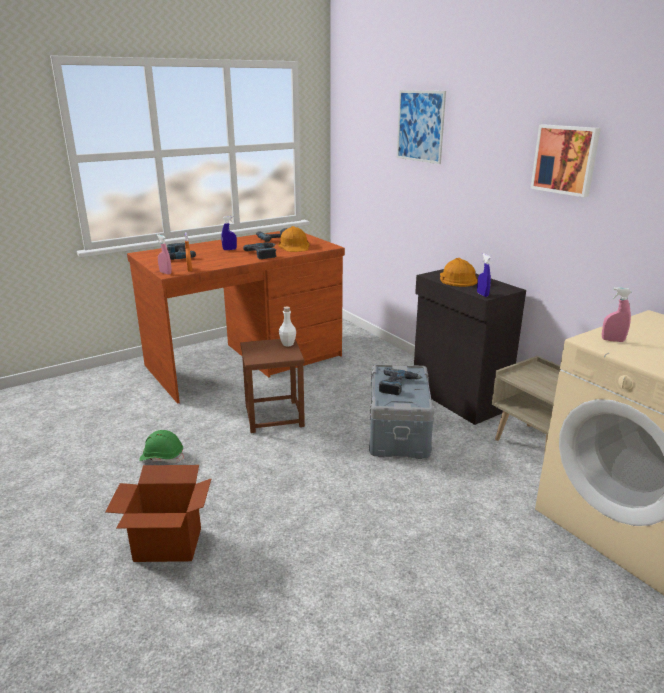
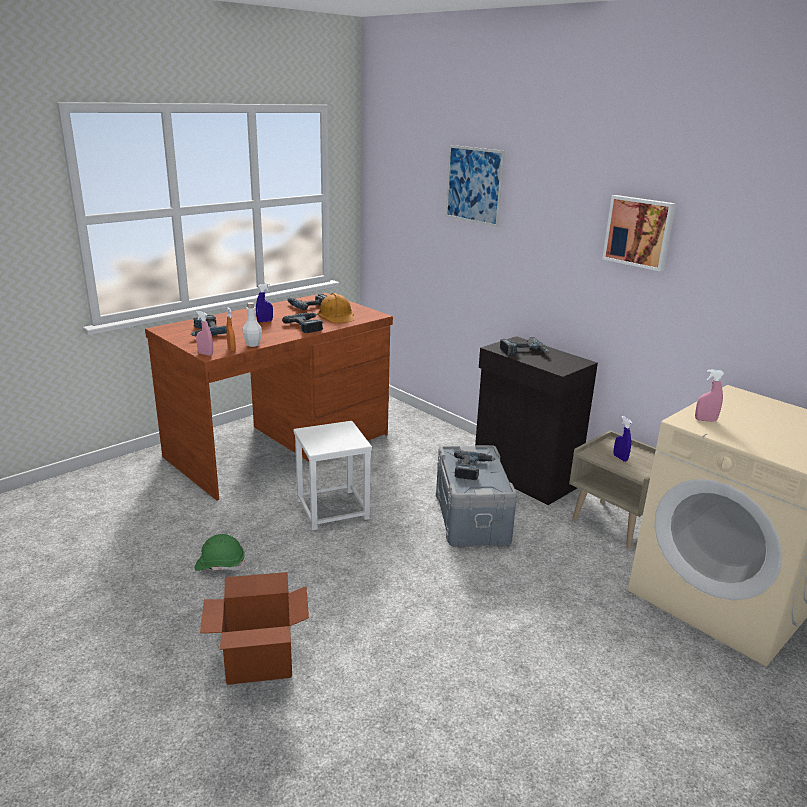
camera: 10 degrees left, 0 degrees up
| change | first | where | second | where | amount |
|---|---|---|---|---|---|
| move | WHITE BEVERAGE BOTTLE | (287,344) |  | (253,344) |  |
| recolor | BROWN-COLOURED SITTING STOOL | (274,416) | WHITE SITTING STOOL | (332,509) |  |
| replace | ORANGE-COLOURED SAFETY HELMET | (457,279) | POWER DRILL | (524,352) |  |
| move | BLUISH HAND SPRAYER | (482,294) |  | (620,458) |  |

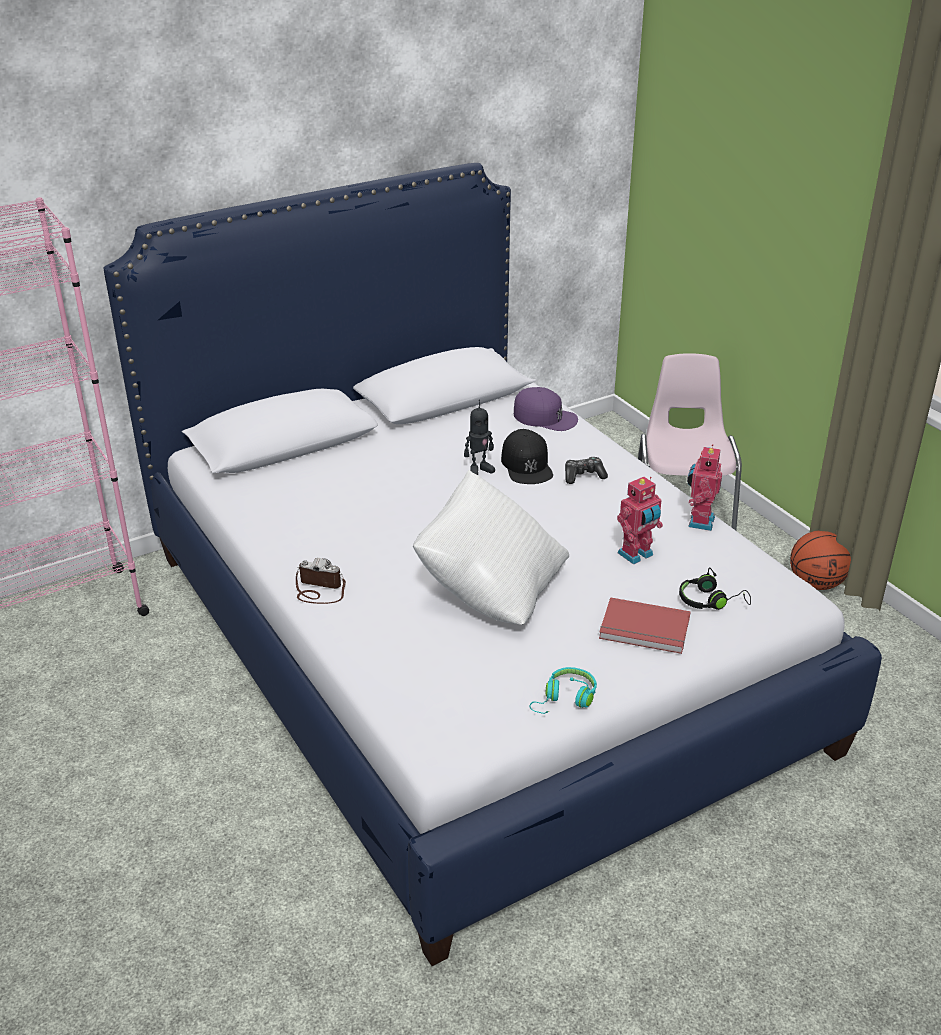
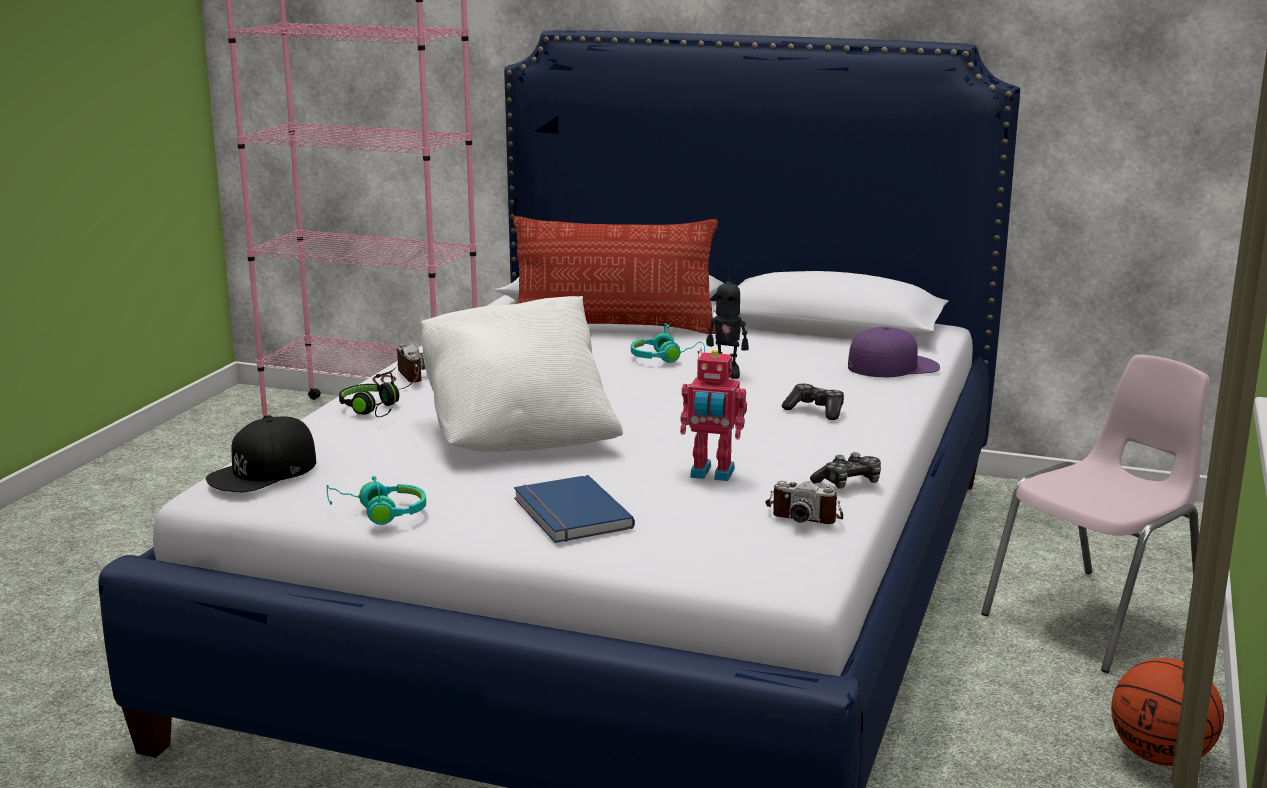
camera: 50 degrees right, 15 degrees down
| change | first | where | second | where | amount |
|---|---|---|---|---|---|
| move | BLACKISH CAP | (527,465) |  | (263,471) |  |
| move | BLACKISH HEADPHONES | (710,601) |  | (372,410) |  |
| insert |  |  | THROW PILLOW | (614,328) |  |
| recolor | RED-COLOURED BOUND BOOK | (644,630) | BLUISH BOUND BOOK | (569,514) |  |
| insert |  |  | TURQUOISE HEADPHONES | (665,358) |  |
| insert |  |  | PHOTO CAMERA | (805,515) |  |
| replace | MODEL ROBOT | (699,521) | GAME CONTROLLER | (849,483) |  |
| rotate | PURPLE-COLOURED CAP | (545,417) |  | (893,366) | 90 degrees counterclockwise |

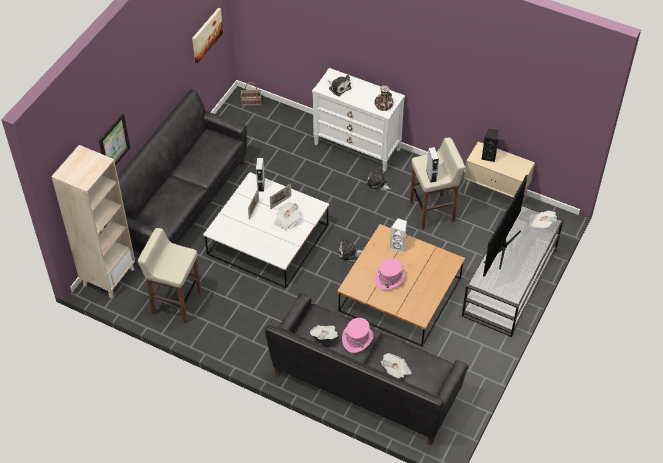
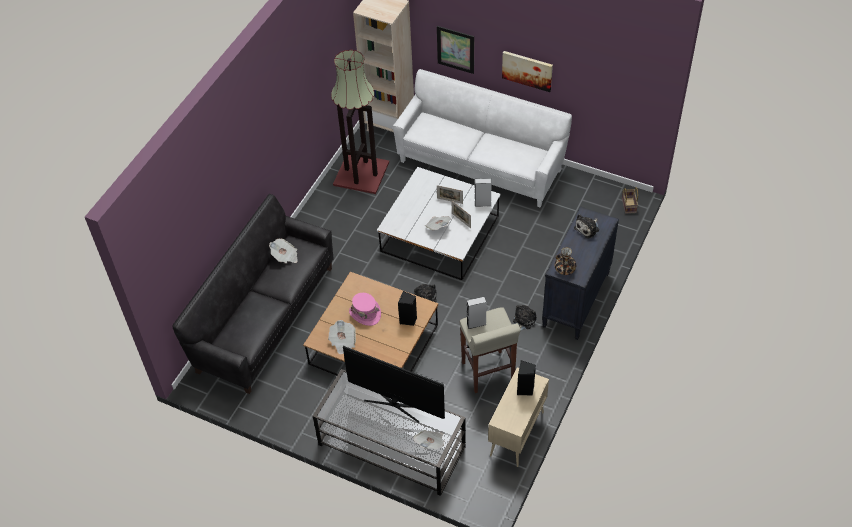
camera: 90 degrees right, 0 degrees up
| change | first | where | second | where | amount |
|---|---|---|---|---|---|
| move | NEWSPAPER | (396,370) |  | (343,342) |  |
| replace | BEIGE-COLOURED SITTING STOOL | (175,302) | FLOOR LAMP | (362,173) |  |
| recolor | BLACKISH SOFA | (182,204) | WHITE SOFA | (480,165) |  |
| recolor | WHITE SPEAKER | (398,246) | BLACKISH SPEAKER | (408,320) |  |
| move | WALL PICTURE | (206,34) |  | (527,70) |  |
| recolor | WHITE CHEST OF DRAWERS | (357,147) | BLACKISH CHEST OF DRAWERS | (576,300) |  |
| delete | PINKISH CLOTHING HAT | (357,339) |  |  |  |

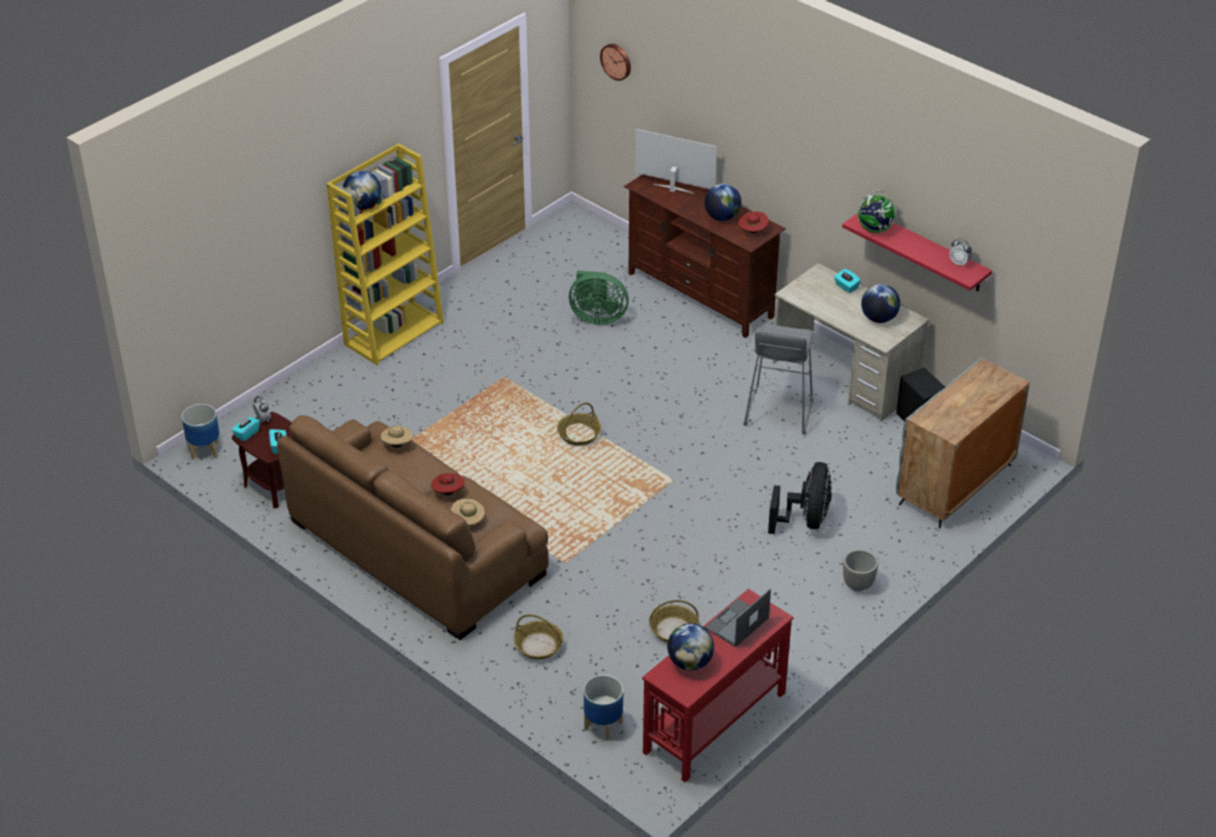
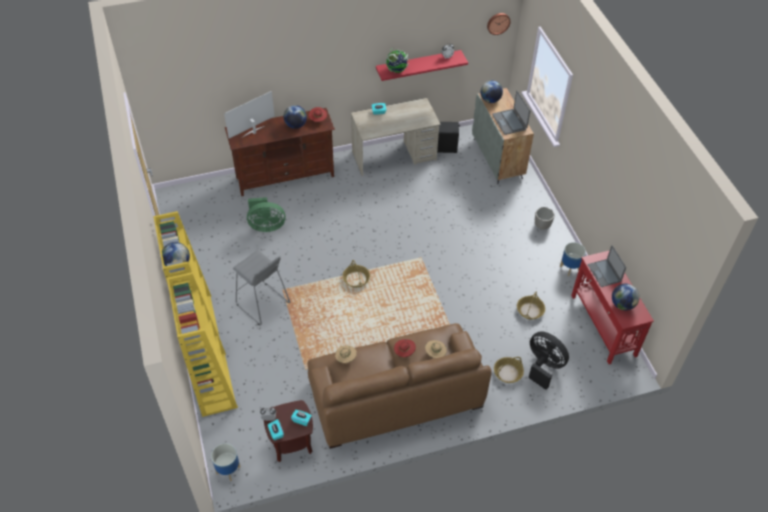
camera: 60 degrees left, 10 degrees up
| change | first | where | second | where | amount |
|---|---|---|---|---|---|
| insert |  |  | YELLOW-COLOURED BOOKCASE | (213,383) |  |
| move | GREYISH SITTING STOOL | (778,412) |  | (262,304) |  |
| rotate | GREEN FAN | (597,317) |  | (266,226) | 45 degrees clockwise |
| move | DESK GLOBE | (879,318) |  | (490,100) |  |
| move | CLOCK ON THE WALL | (616,61) |  | (498,23) |  |
| insert |  |  | LAPTOP | (509,122) |  |
| move | BLACKISH FAN | (805,520) |  | (543,366) |  |
| move | FLOWER POT | (603,726) |  | (570,268) |  |

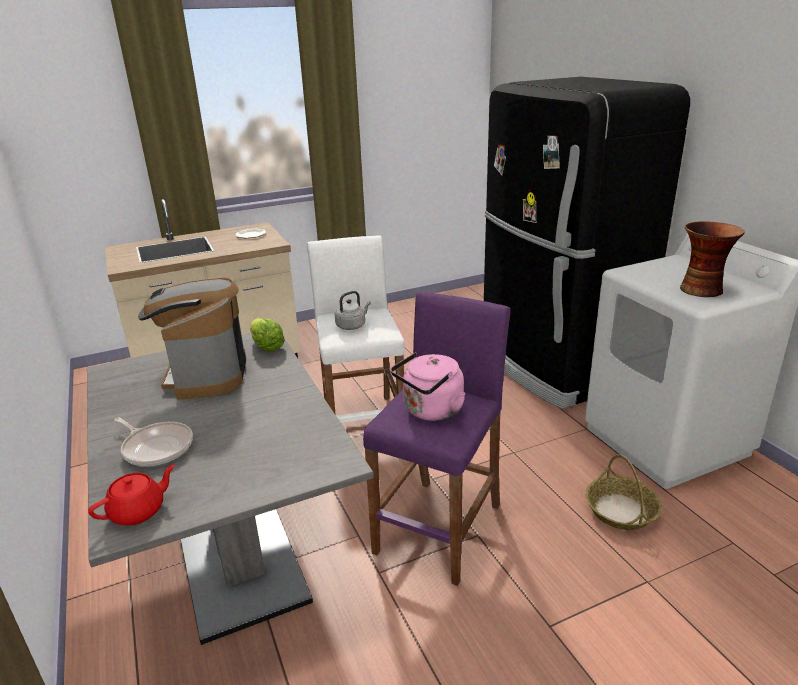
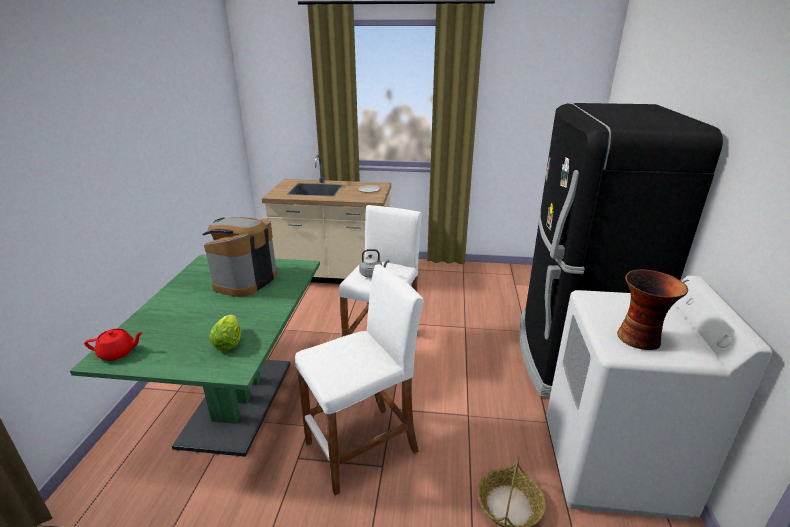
camera: 30 degrees right, 0 degrees up
| change | first | where | second | where | amount |
|---|---|---|---|---|---|
| recolor | GREYISH DINING TABLE | (237,552) | GREEN DINING TABLE | (238,402) |  |
| move | LETTUCE HEAD | (267,347) |  | (228,343) |  |
| recolor | PURPLE-COLOURED SITTING STOOL | (439,528) | WHITE SITTING STOOL | (362,447) |  |
| delete | SKILLET | (156,447) |  |  |  |
| delete | PINKISH KETTLE | (430,411) |  |  |  |

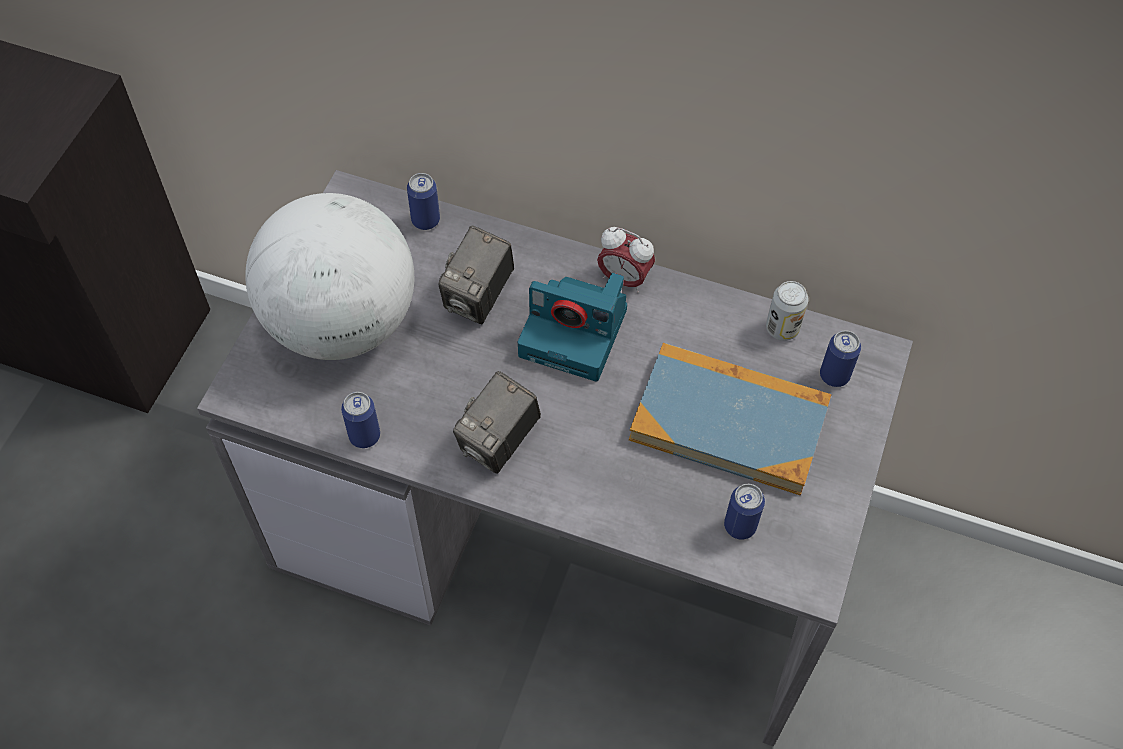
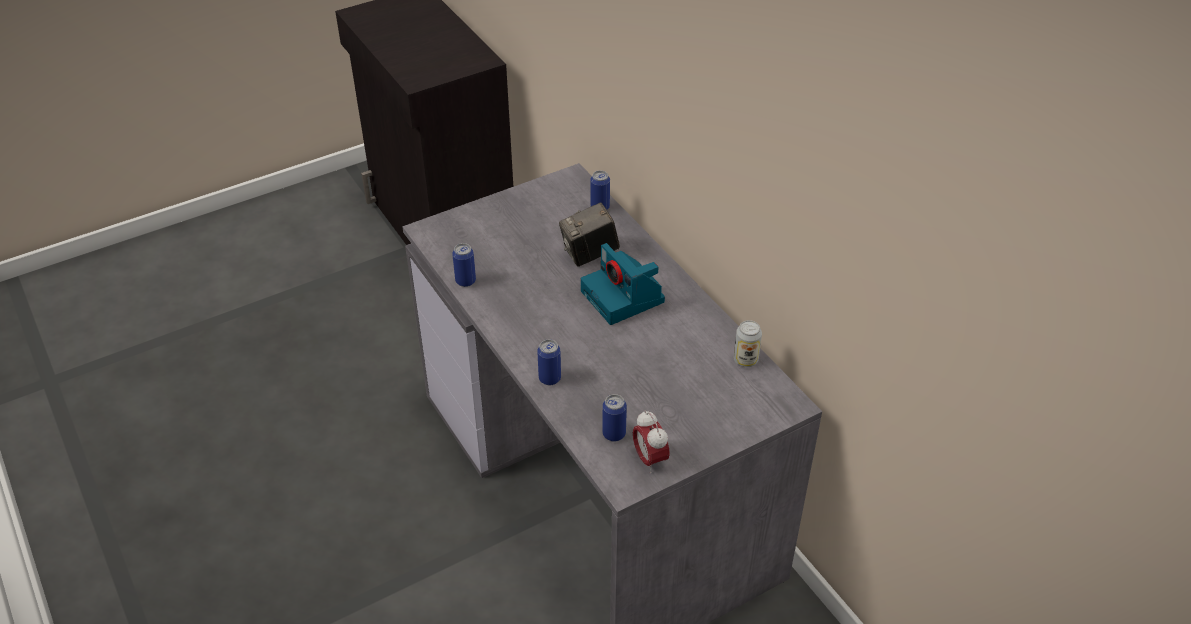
camera: 40 degrees right, 15 degrees down
| change | first | where | second | where | amount |
|---|---|---|---|---|---|
| move | METAL CAN | (834,375) |  | (549,378) |  |
| move | ALARM CLOCK | (624,279) |  | (650,459) |  |
| delete | DESK GLOBE | (341,323) |  |  |  |
| delete | PHOTO CAMERA | (499,442) |  |  |  |
| delete | BOUND BOOK | (729,421) |  |  |  |

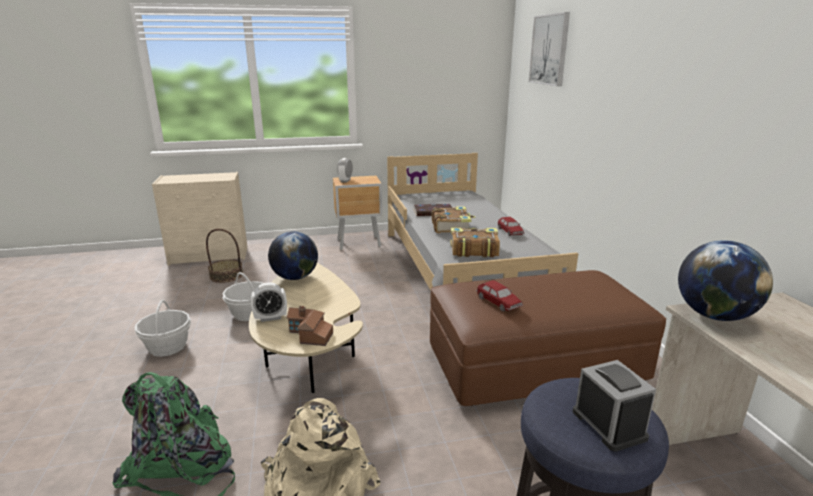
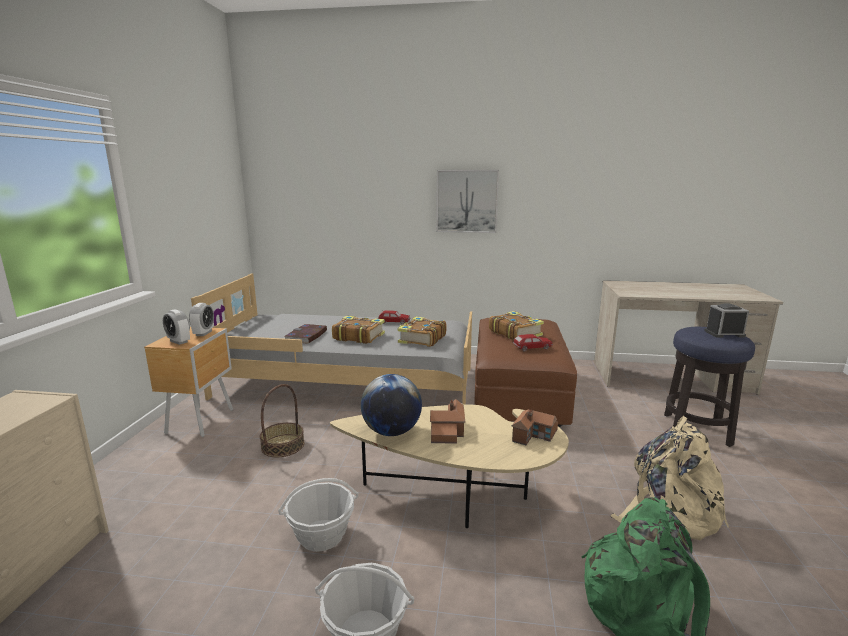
camera: 70 degrees left, 5 degrees down
| change | first | where | second | where | amount |
|---|---|---|---|---|---|
| move | ALARM CLOCK | (270,318) |  | (204,333) |  |
| move | STORAGE BASKET | (226,275) |  | (282,445) |  |
| insert |  |  | MODEL HOUSE | (447,431) |  |
| move | WALL PICTURE | (549,50) |  | (467,201) |  |
| insert |  |  | BOUND BOOK | (515,333) |  |
| delete | DESK GLOBE | (714,315) |  |  |  |

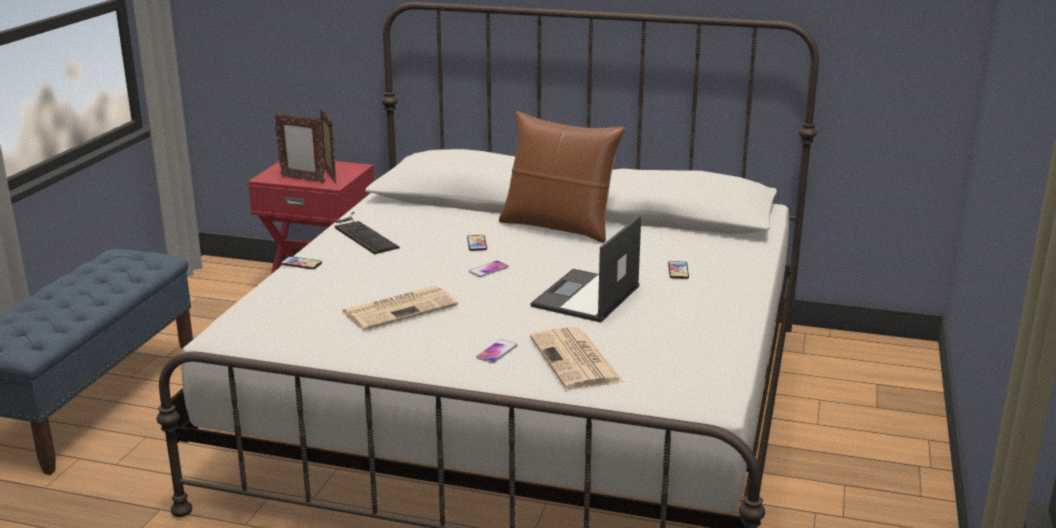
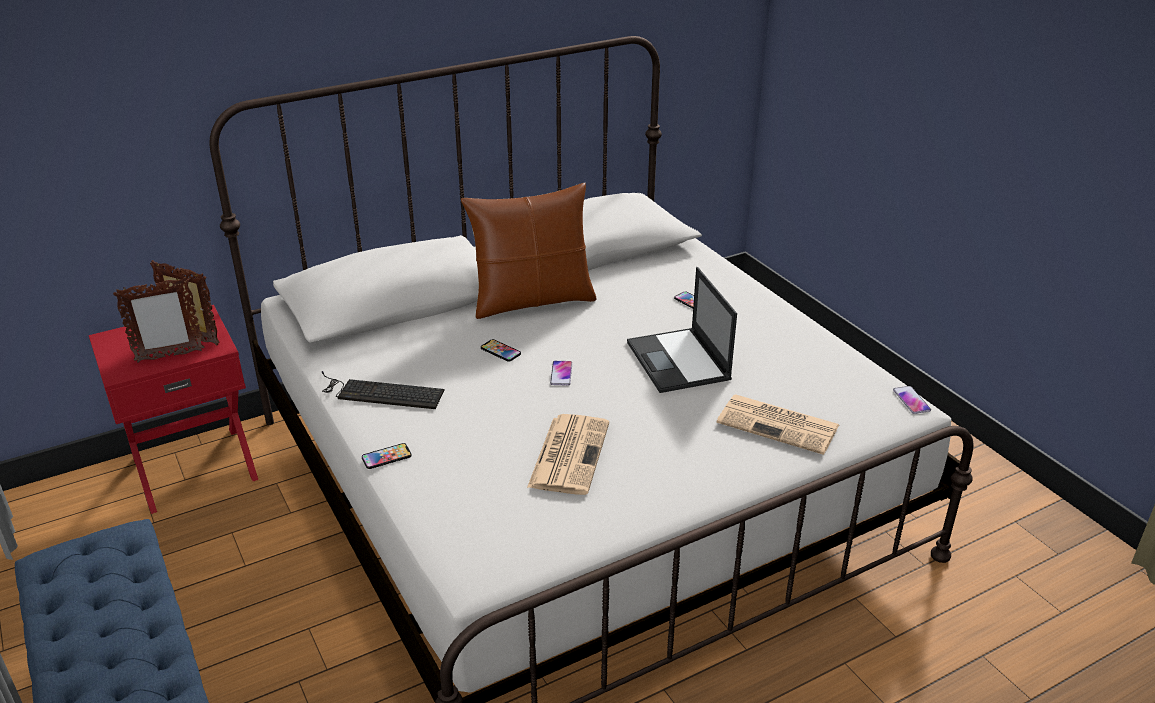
camera: 45 degrees left, 10 degrees up
| change | first | where | second | where | amount |
|---|---|---|---|---|---|
| move | TELEPHONE | (497,352) |  | (911,400) |  |

